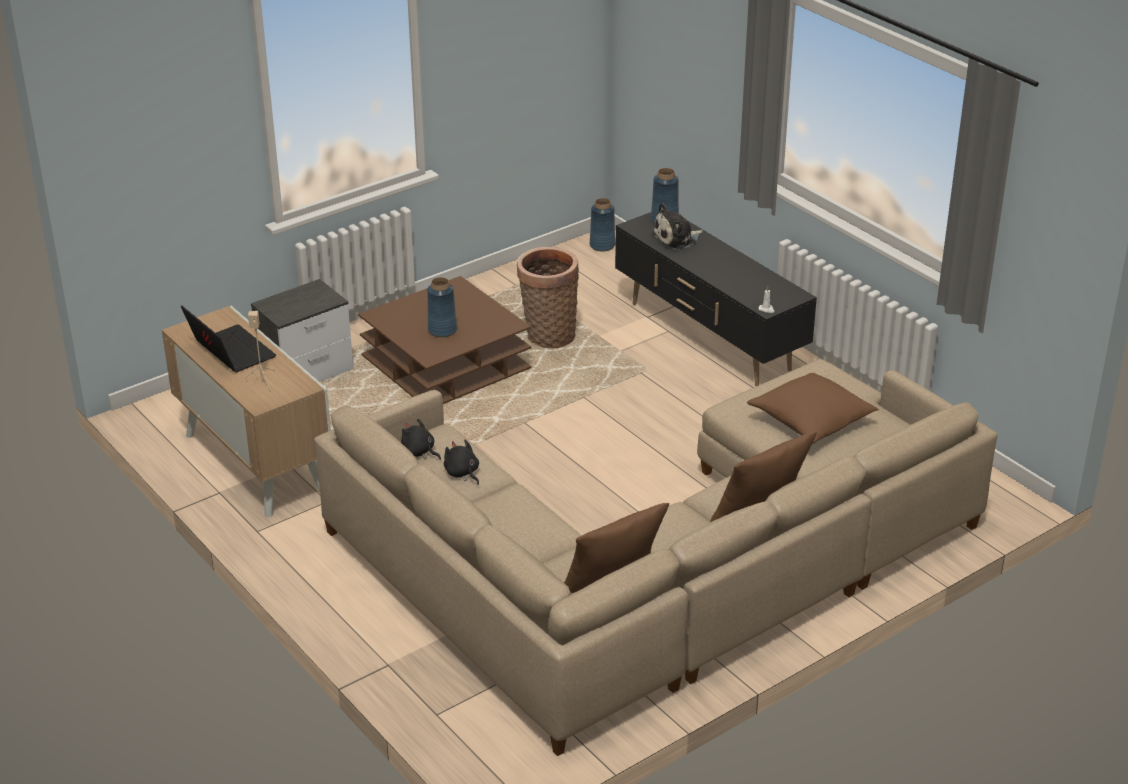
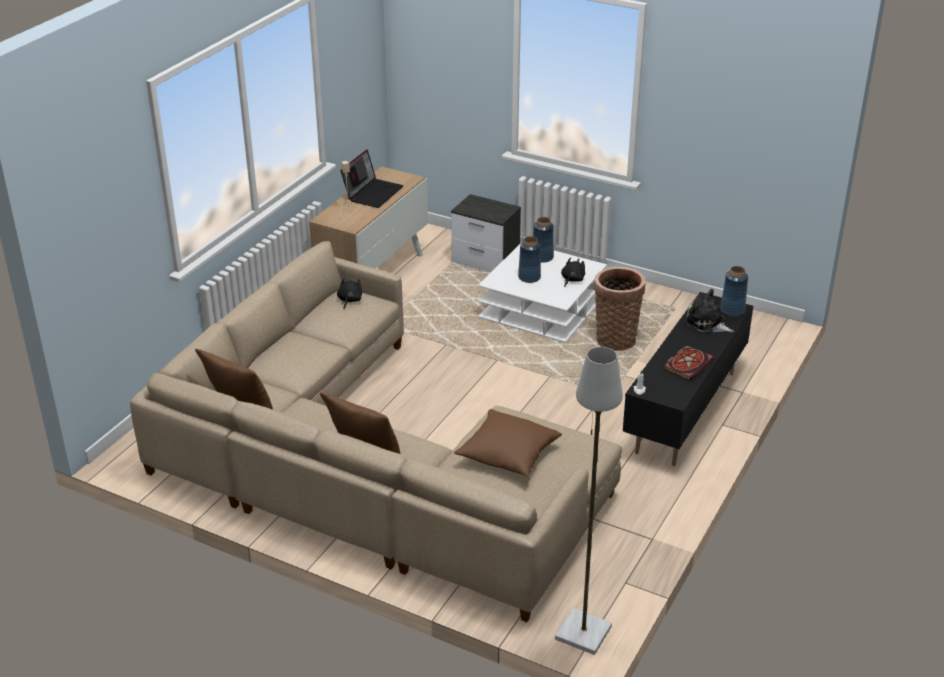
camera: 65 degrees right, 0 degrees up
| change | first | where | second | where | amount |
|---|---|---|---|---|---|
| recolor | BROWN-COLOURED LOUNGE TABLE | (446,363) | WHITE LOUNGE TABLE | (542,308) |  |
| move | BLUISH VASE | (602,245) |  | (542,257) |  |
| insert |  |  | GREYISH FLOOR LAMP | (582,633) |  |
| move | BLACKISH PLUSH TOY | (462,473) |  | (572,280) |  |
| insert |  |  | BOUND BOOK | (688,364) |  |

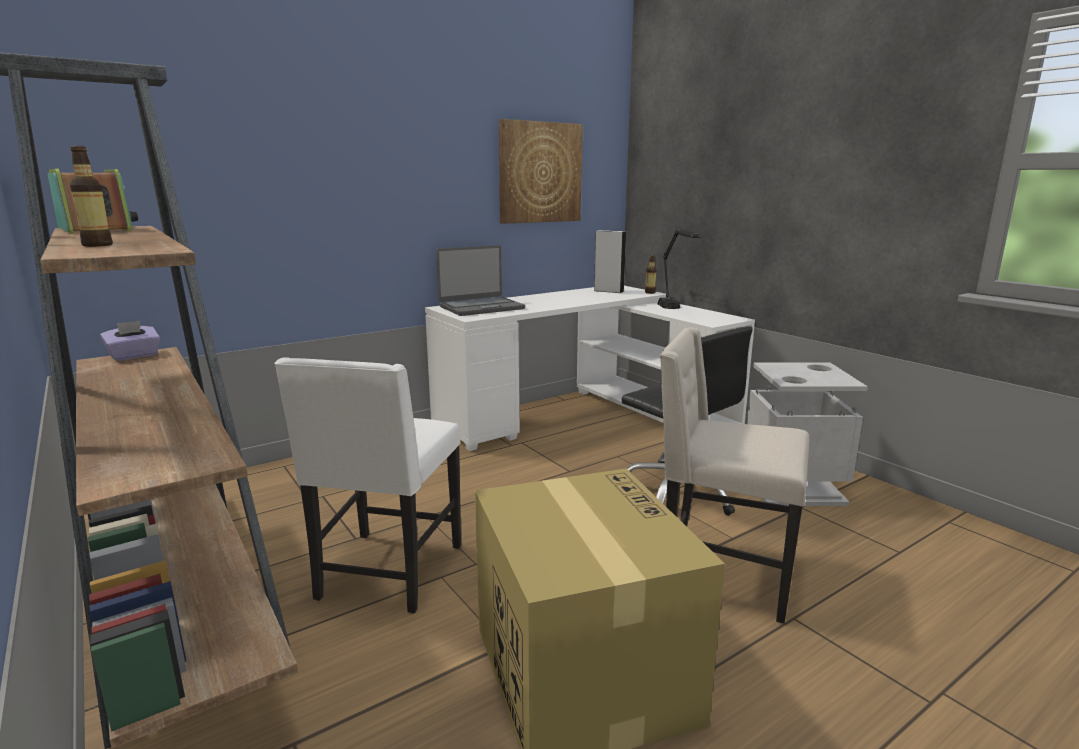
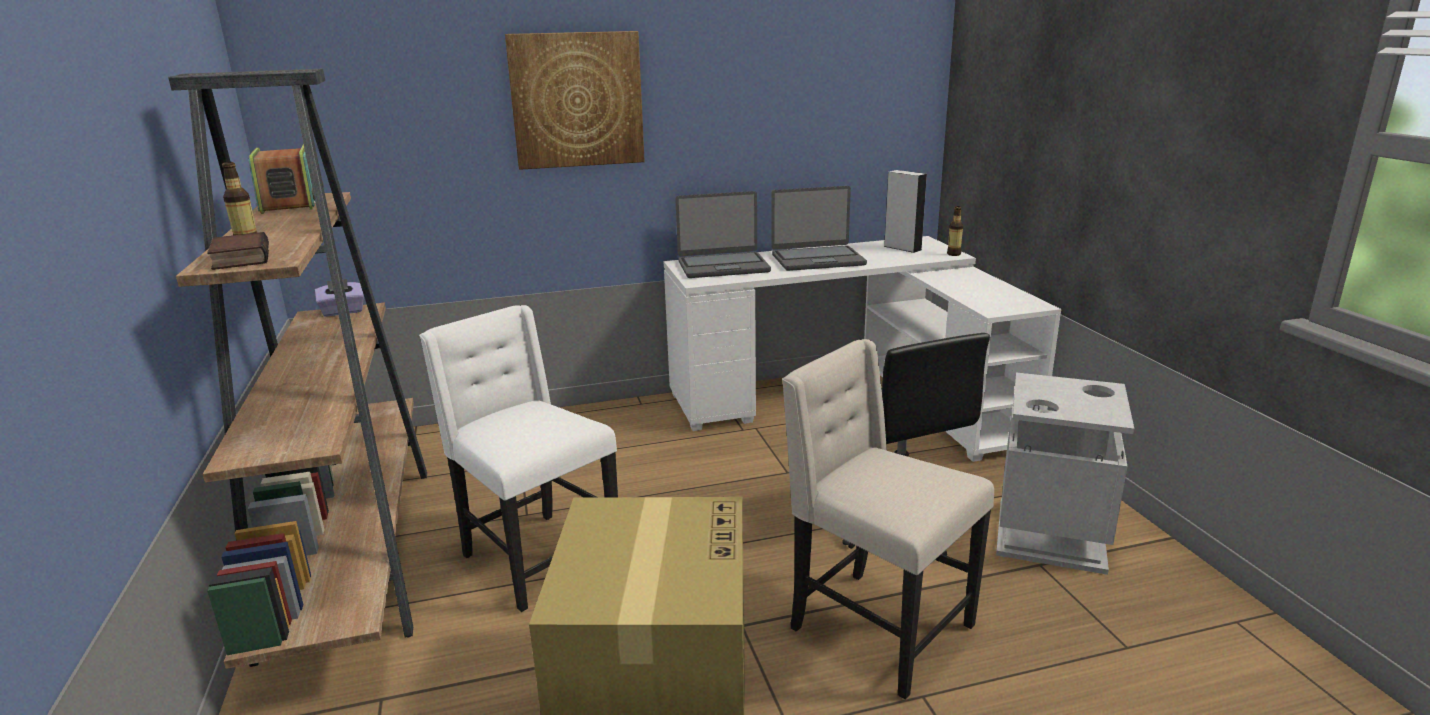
camera: 20 degrees right, 5 degrees up
| change | first | where | second | where | amount |
|---|---|---|---|---|---|
| insert |  |  | BOUND BOOK | (239,258) |  |
| rotate | WHITE CHAIR | (388,573) |  | (536,557) | 105 degrees clockwise |
| move | WALL PICTURE | (540,173) |  | (577,100) |  |
| insert |  |  | LAPTOP | (817,259) |  |
| delete | BLACKISH TABLE LAMP | (675,309) |  |  |  |

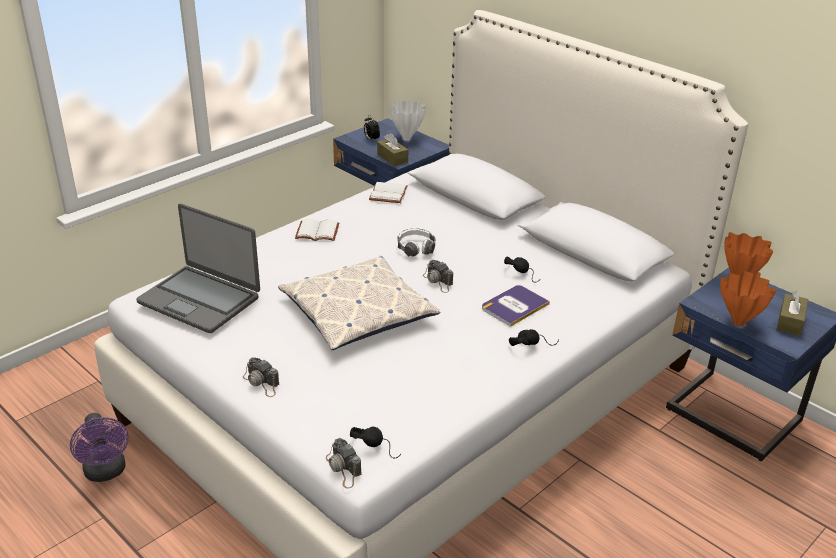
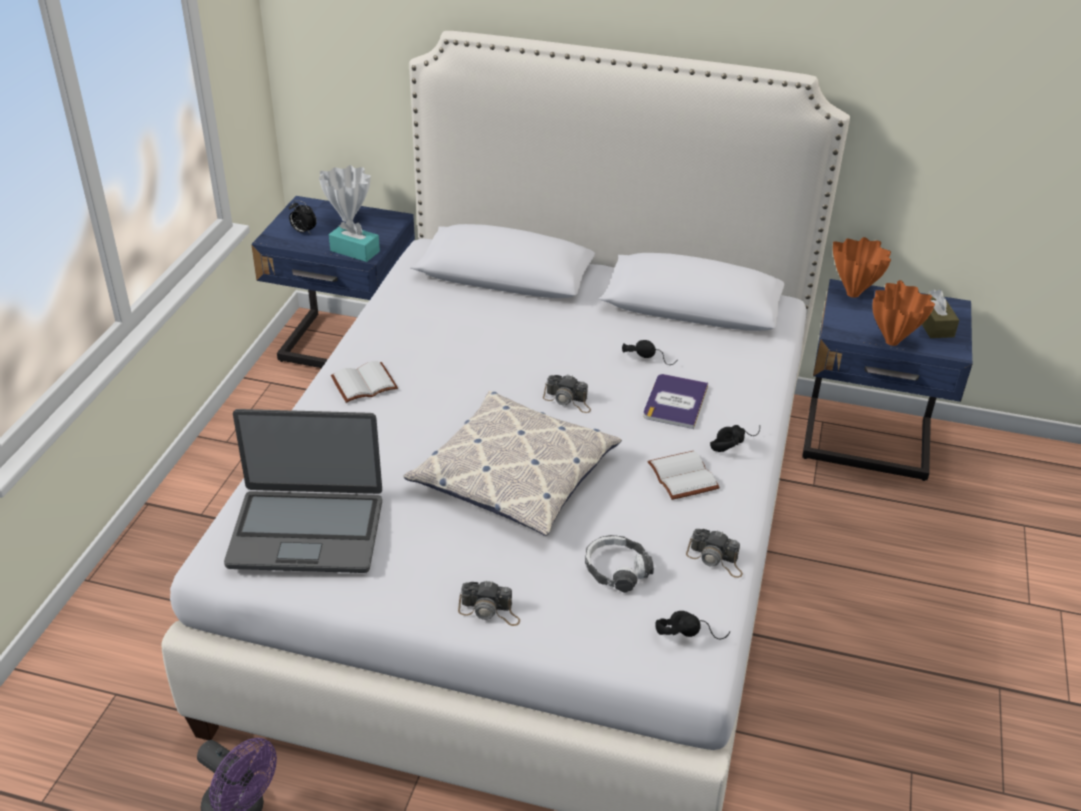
camera: 30 degrees left, 5 degrees up
| change | first | where | second | where | amount |
|---|---|---|---|---|---|
| recolor | BROWN-COLOURED TISSUE BOX | (392,158) | TURQUOISE TISSUE BOX | (355,251) |  |
| move | HEADPHONES | (416,247) |  | (616,569) |  |
| move | WHITE BOUND BOOK | (387,193) |  | (680,476) |  |
| move | PHOTO CAMERA | (343,469) |  | (715,560) |  |

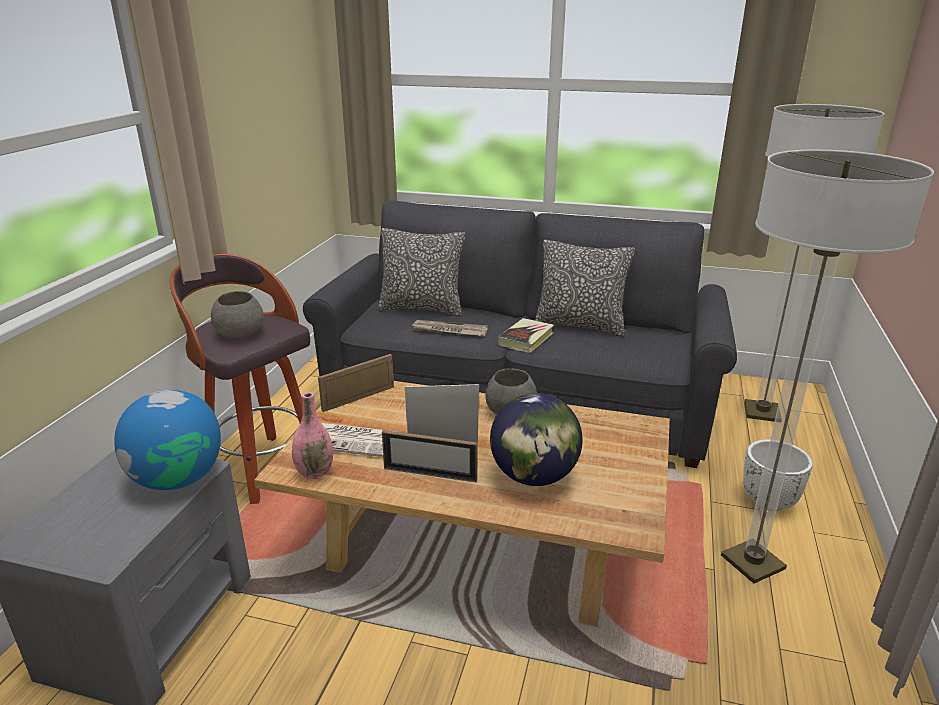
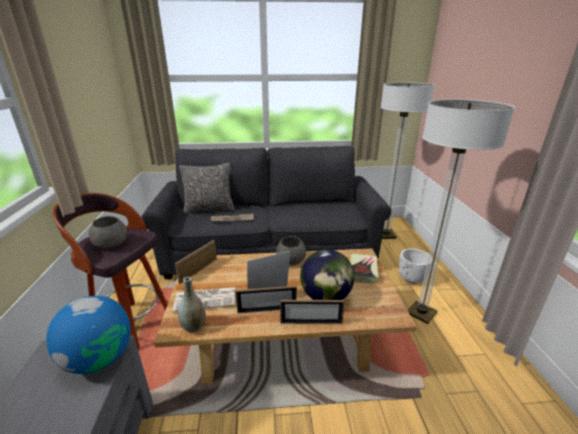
camera: 20 degrees left, 0 degrees up
| change | first | where | second | where | amount |
|---|---|---|---|---|---|
| recolor | PINKISH VASE | (315,472) | GREYISH VASE | (194,327) |  |
| insert |  |  | STANDING FRAME | (311,323) |  |
| move | BOUND BOOK | (526,339) |  | (363,270) |  |
| delete | THROW PILLOW | (580,326) |  |  |  |

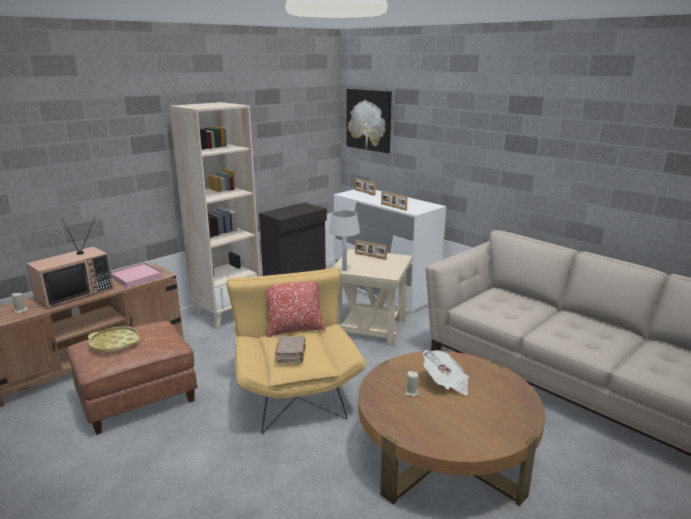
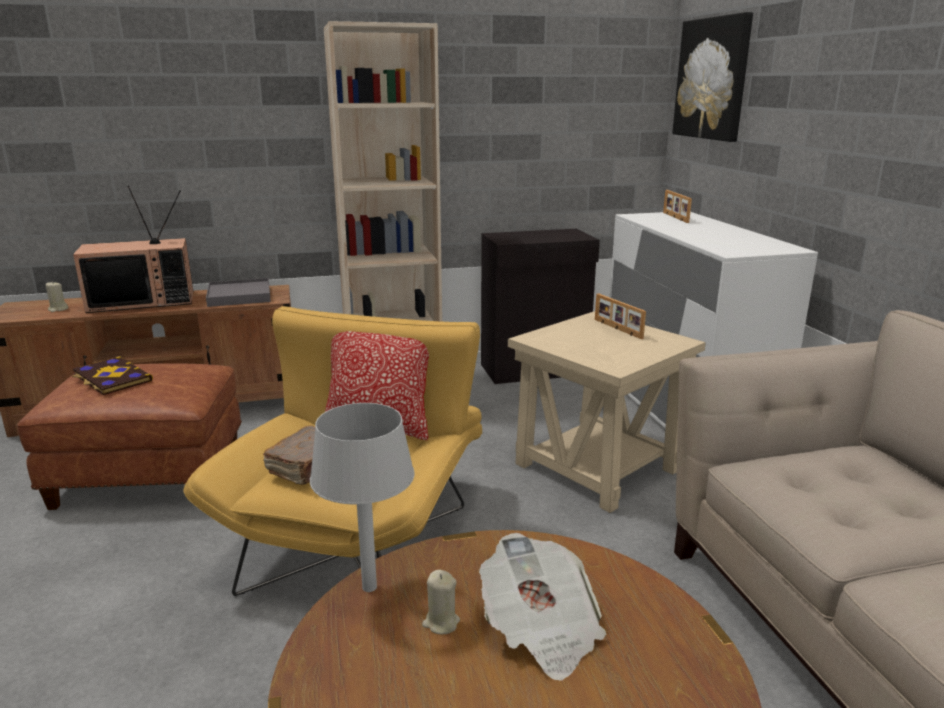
camera: 30 degrees right, 0 degrees up
| change | first | where | second | where | amount |
|---|---|---|---|---|---|
| replace | YELLOW-COLOURED CARRYING TRAY | (114,343) | BOUND BOOK | (111,378) |  |
| recolor | PINKISH CARRYING TRAY | (136,277) | GREYISH CARRYING TRAY | (239,296) |  |
| move | GREYISH TABLE LAMP | (344,269) |  | (368,586) |  |
| delete | STANDING FRAME | (393,207) |  |  |  |

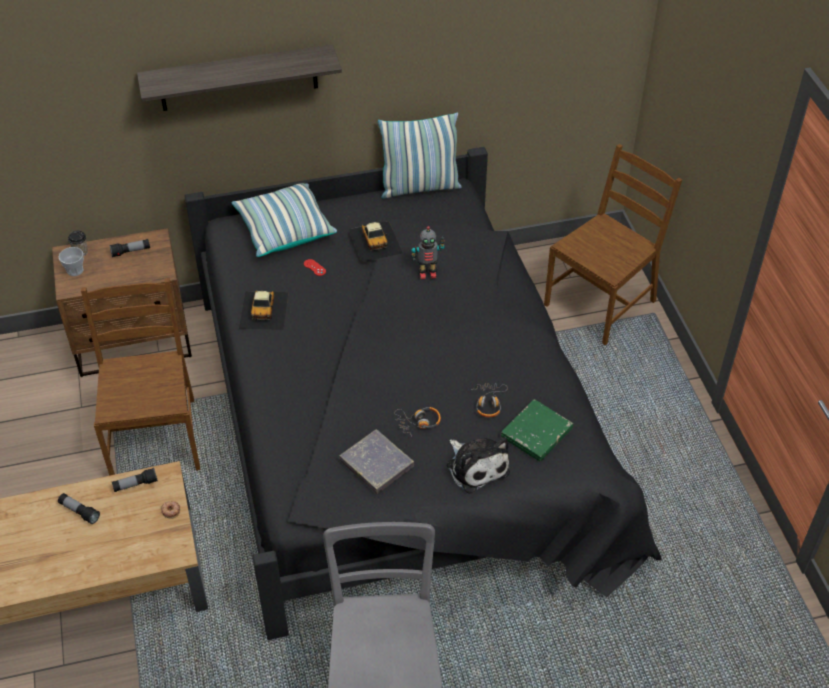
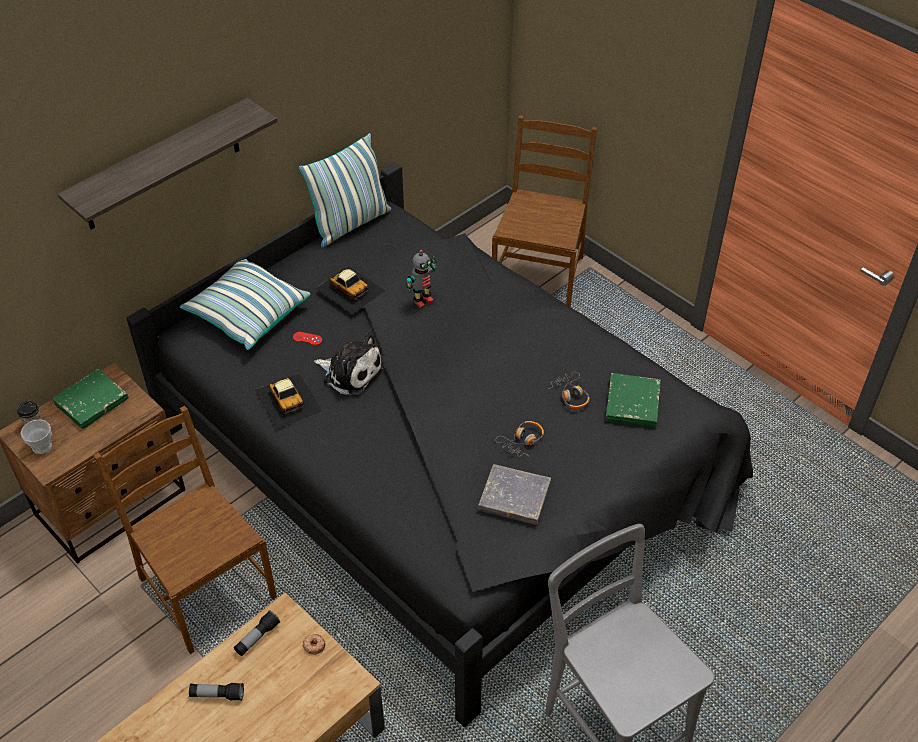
camera: 30 degrees left, 0 degrees up
| change | first | where | second | where | amount |
|---|---|---|---|---|---|
| replace | HAND TORCH | (131,252) | GREEN BOUND BOOK | (91,402) |  |
| move | PLUSH TOY | (476,466) |  | (350,372) |  |

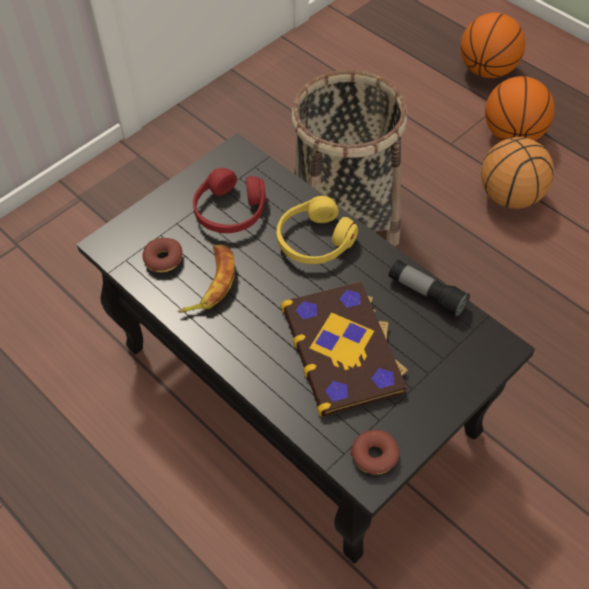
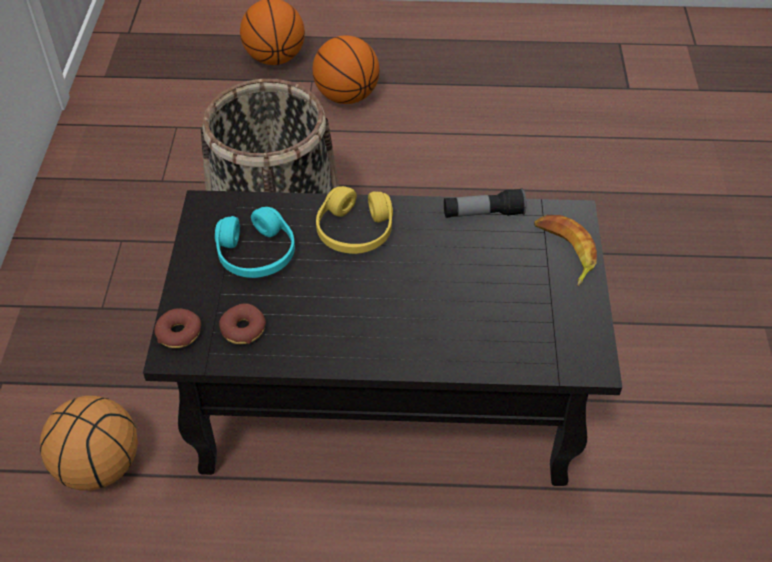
camera: 45 degrees left, 5 degrees down
| change | first | where | second | where | amount |
|---|---|---|---|---|---|
| move | BASKETBALL BALL | (511,196) |  | (99,465) |  |
| move | RING DOUGHNUT | (374,456) |  | (179,333) |  |
| recolor | RED-COLOURED HEADPHONES | (230,211) | TURQUOISE HEADPHONES | (256,254) |  |
| move | BANANA | (210,283) |  | (564,252) |  |
| delete | BOUND BOOK | (344,349) |  |  |  |

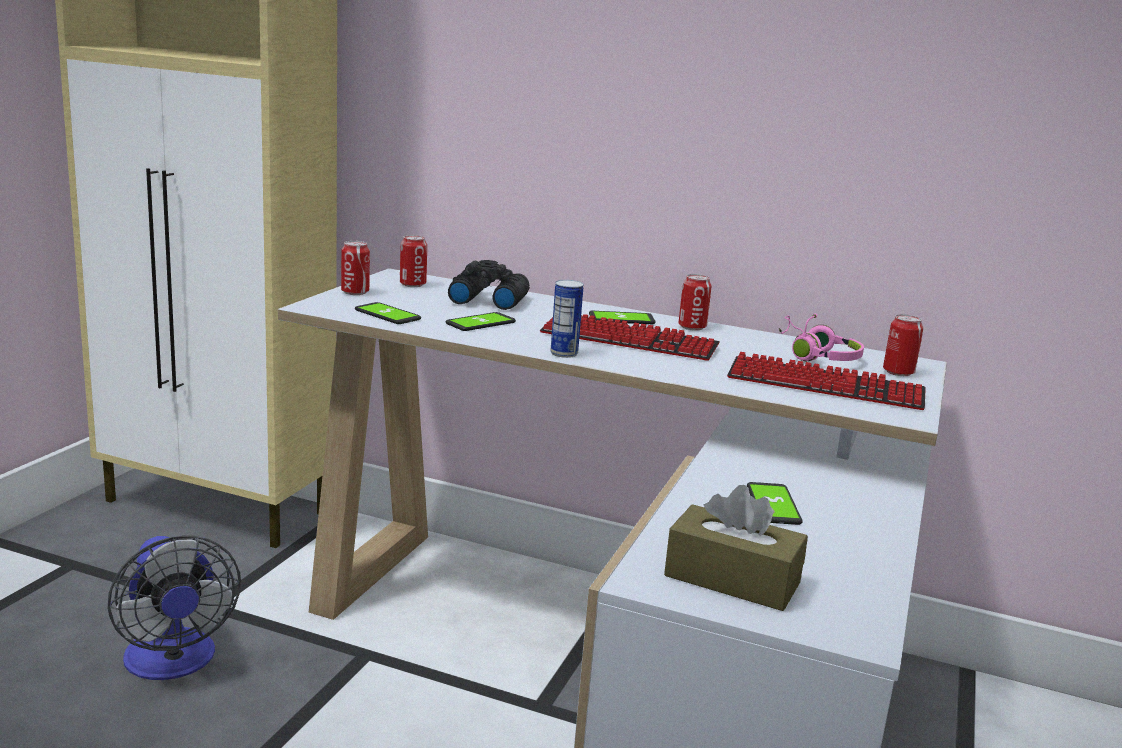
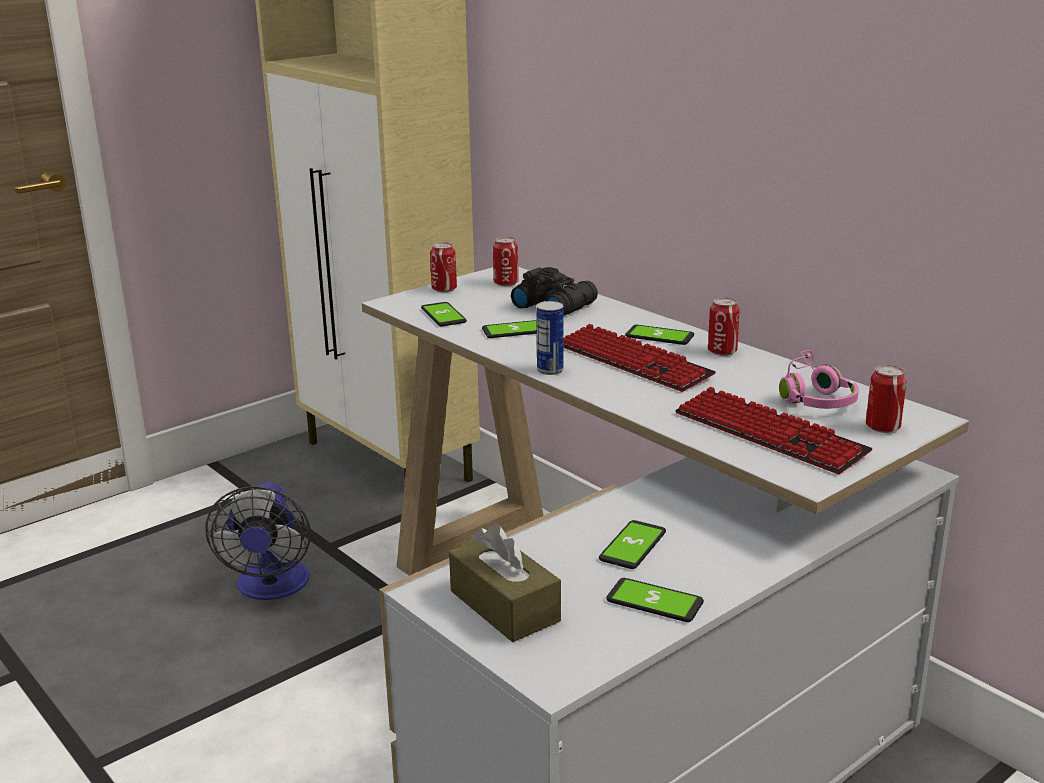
camera: 30 degrees right, 5 degrees up
| change | first | where | second | where | amount |
|---|---|---|---|---|---|
| insert |  |  | TELEPHONE | (654,601) |  |

